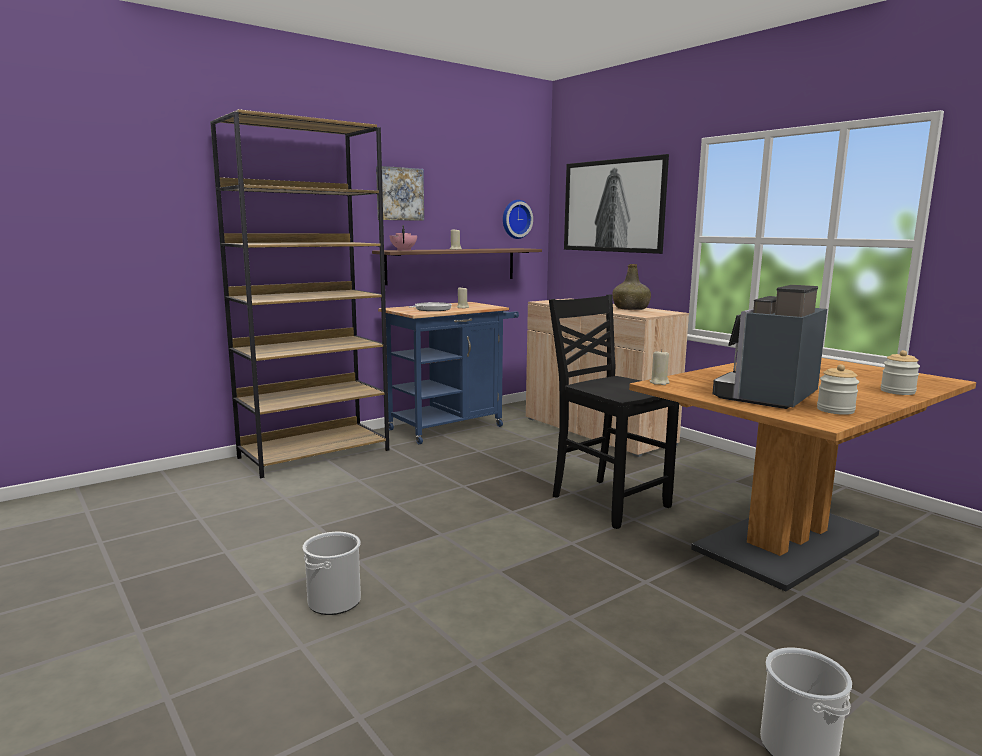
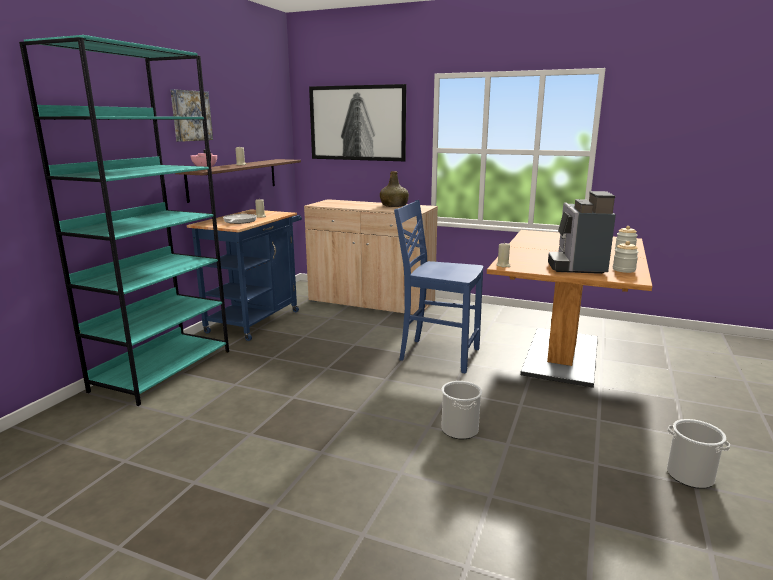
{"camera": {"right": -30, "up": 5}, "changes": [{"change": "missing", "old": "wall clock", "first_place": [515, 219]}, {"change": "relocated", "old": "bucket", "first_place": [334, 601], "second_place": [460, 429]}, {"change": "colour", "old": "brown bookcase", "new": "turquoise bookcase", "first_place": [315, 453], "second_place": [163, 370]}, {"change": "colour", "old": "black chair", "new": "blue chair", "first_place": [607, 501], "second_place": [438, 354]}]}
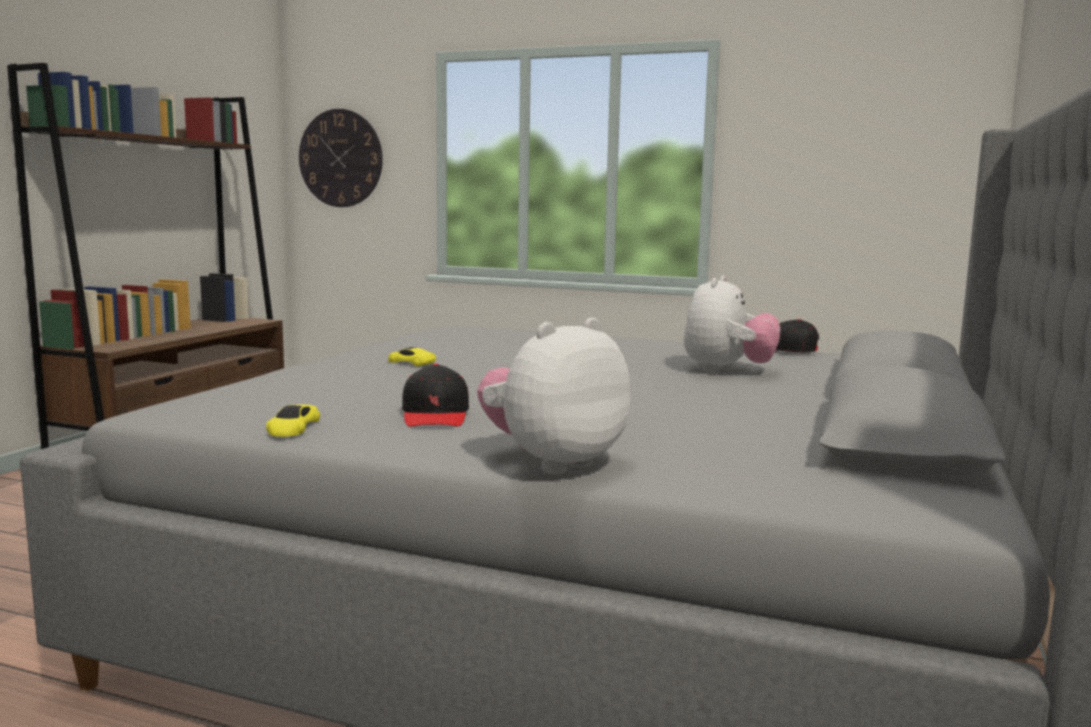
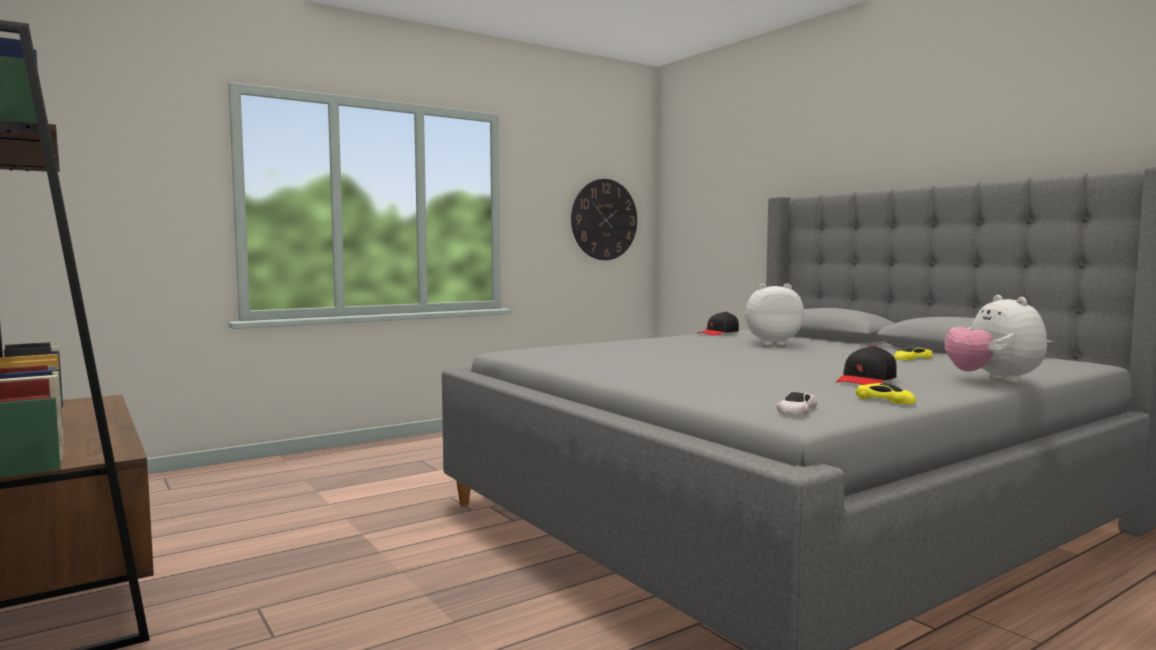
{"camera": {"right": -55, "up": -5}, "changes": [{"change": "appeared", "new": "white toy car", "second_place": [796, 410]}, {"change": "relocated", "old": "wall clock", "first_place": [340, 158], "second_place": [604, 219]}, {"change": "relocated", "old": "yellow toy car", "first_place": [411, 362], "second_place": [912, 358]}, {"change": "spun", "old": "black cap", "first_place": [435, 415], "second_place": [866, 380], "degrees": 105}, {"change": "spun", "old": "plush toy", "first_place": [727, 371], "second_place": [771, 343], "degrees": -60}]}
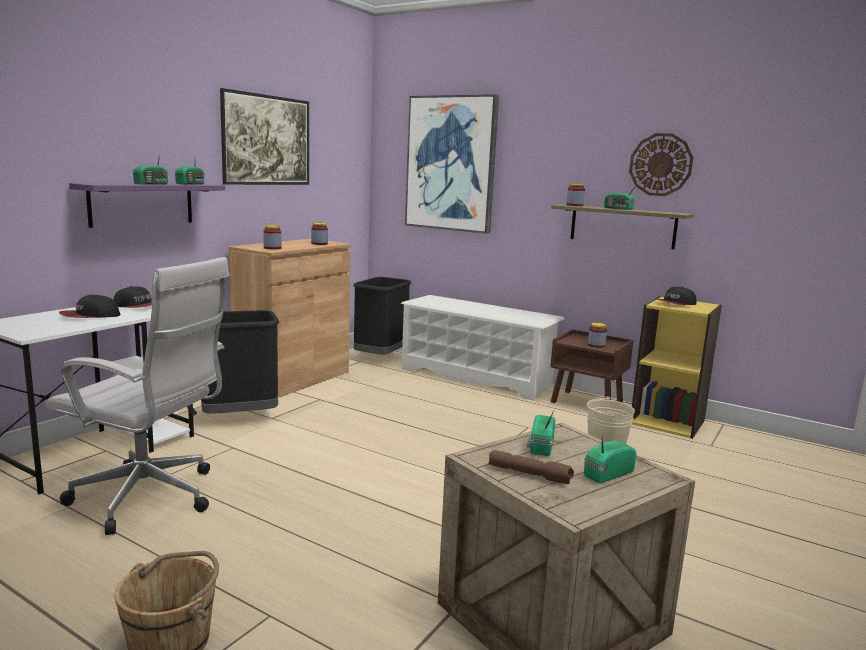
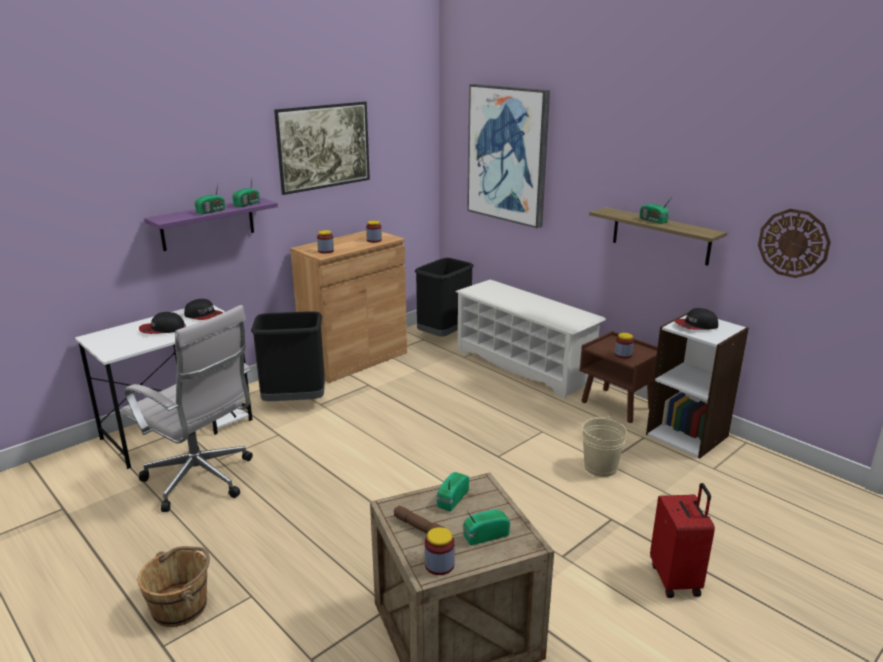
{"camera": {"right": 15, "up": 10}, "changes": [{"change": "appeared", "new": "red suitcase", "second_place": [676, 579]}, {"change": "relocated", "old": "jar", "first_place": [574, 205], "second_place": [439, 565]}, {"change": "relocated", "old": "wall clock", "first_place": [660, 164], "second_place": [793, 243]}, {"change": "colour", "old": "yellow bookcase", "new": "white bookcase", "first_place": [668, 422], "second_place": [687, 435]}]}
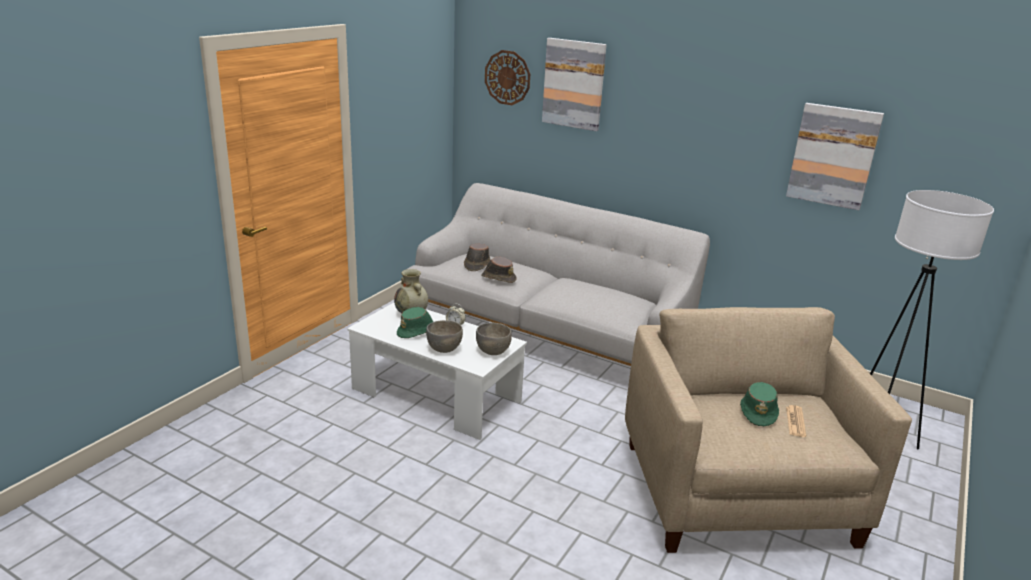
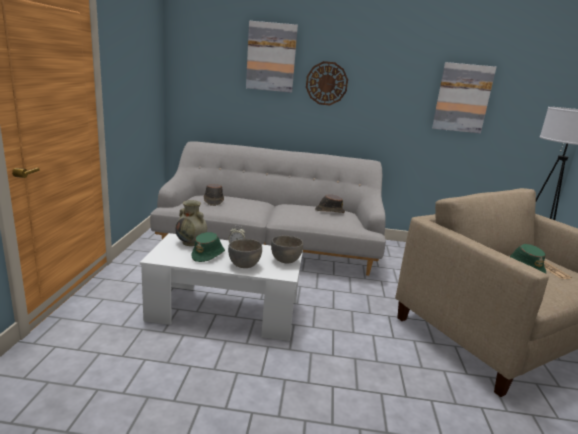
{"camera": {"right": -25, "up": -5}, "changes": [{"change": "relocated", "old": "brown hat", "first_place": [498, 278], "second_place": [329, 211]}, {"change": "relocated", "old": "wall clock", "first_place": [507, 77], "second_place": [326, 83]}]}
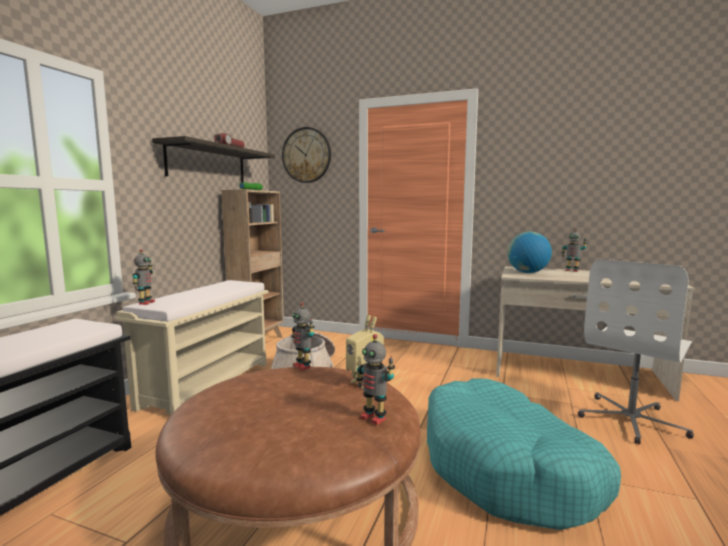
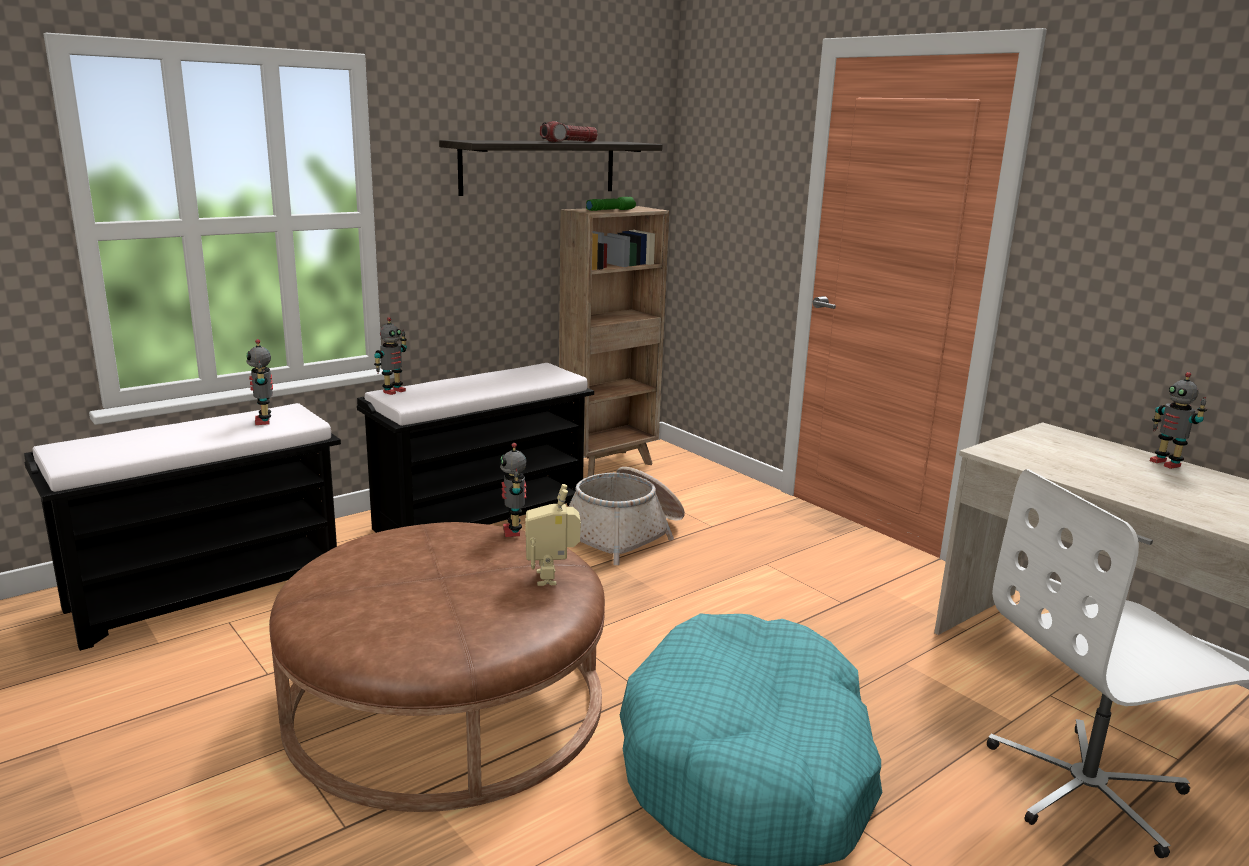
{"camera": {"right": 30, "up": 10}, "changes": [{"change": "missing", "old": "wall clock", "first_place": [306, 155]}, {"change": "missing", "old": "globe", "first_place": [527, 272]}, {"change": "relocated", "old": "toy robot", "first_place": [374, 418], "second_place": [264, 421]}, {"change": "colour", "old": "beige bench", "new": "black bench", "first_place": [207, 384], "second_place": [483, 517]}]}
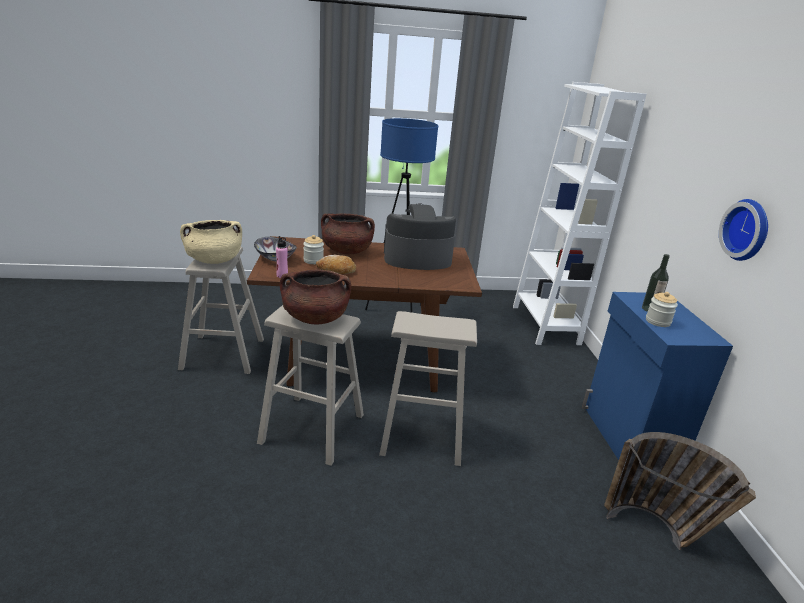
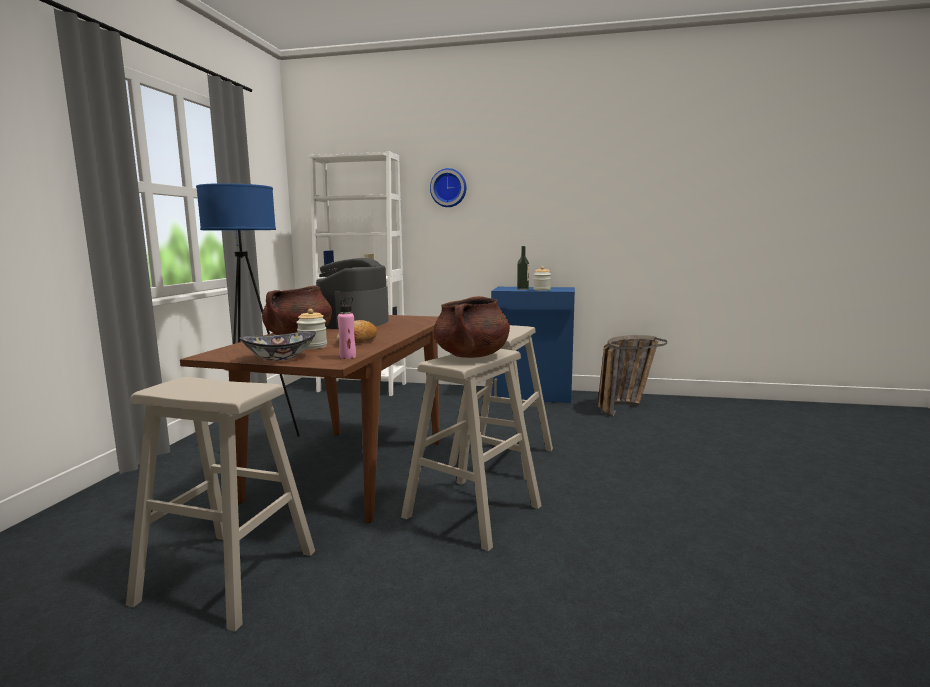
{"camera": {"right": -70, "up": -15}, "changes": [{"change": "missing", "old": "beige cooking pot", "first_place": [214, 260]}, {"change": "relocated", "old": "wall clock", "first_place": [748, 230], "second_place": [448, 188]}]}
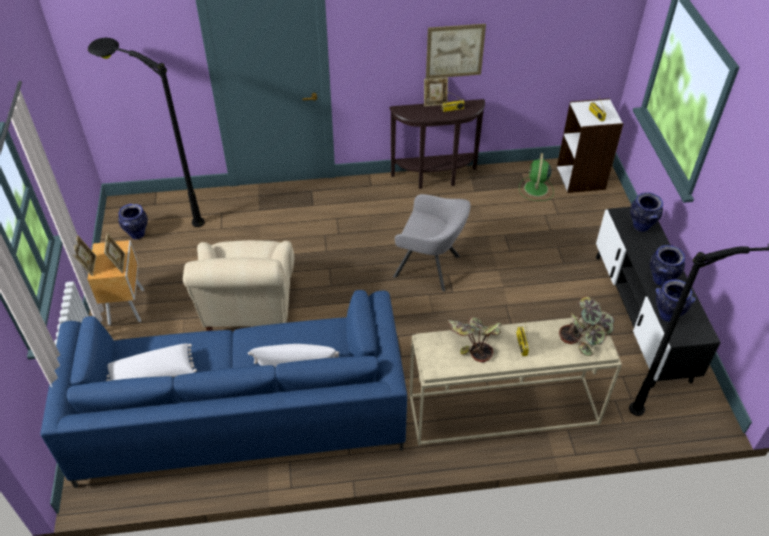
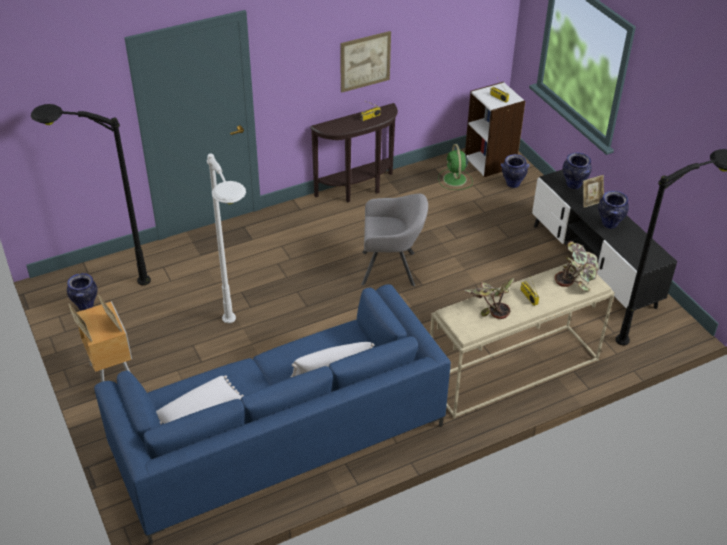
{"camera": {"right": -20, "up": -5}, "changes": [{"change": "relocated", "old": "picture frame", "first_place": [435, 103], "second_place": [591, 202]}, {"change": "relocated", "old": "vase", "first_place": [667, 315], "second_place": [512, 184]}, {"change": "exchanged", "old": "beige armchair", "new": "white floor lamp", "first_place": [250, 312], "second_place": [240, 348]}]}
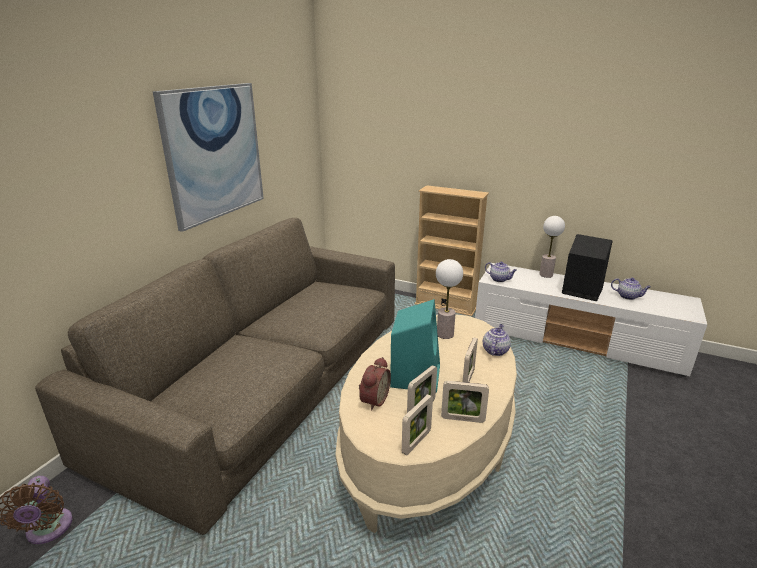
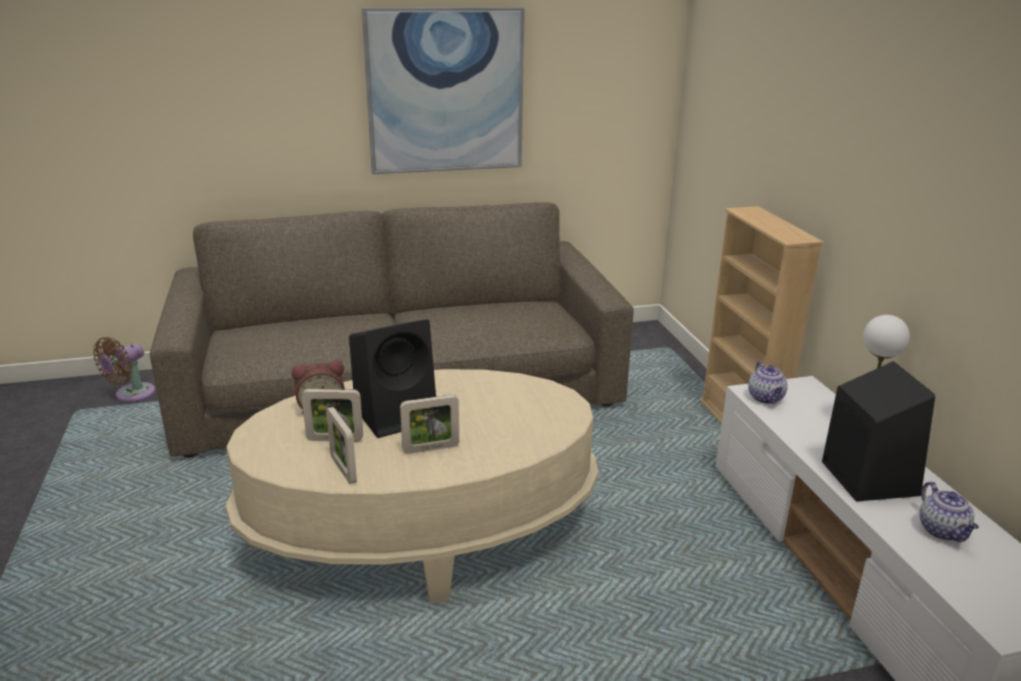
{"camera": {"right": 50, "up": 0}, "changes": [{"change": "missing", "old": "picture frame", "first_place": [416, 442]}, {"change": "missing", "old": "table lamp", "first_place": [444, 334]}, {"change": "missing", "old": "teapot", "first_place": [495, 350]}, {"change": "colour", "old": "turquoise speaker", "new": "black speaker", "first_place": [415, 375], "second_place": [397, 414]}]}
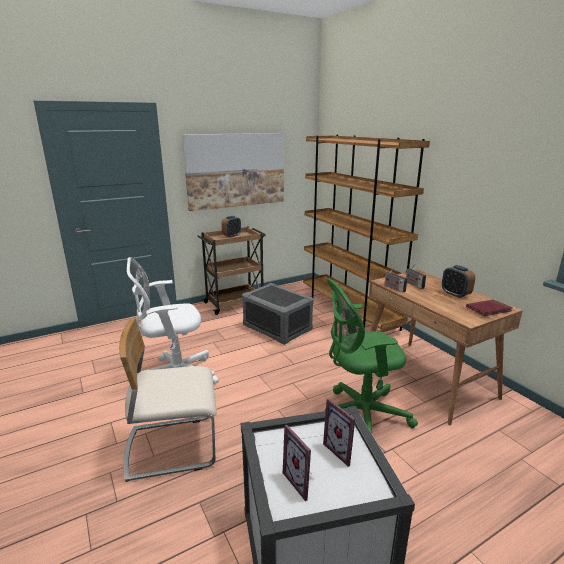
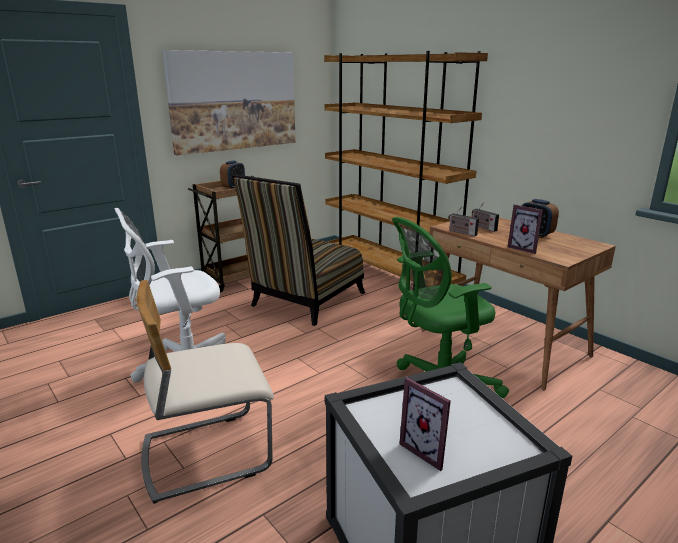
{"camera": {"right": -10, "up": 0}, "changes": [{"change": "missing", "old": "red book", "first_place": [488, 309]}, {"change": "relocated", "old": "picture frame", "first_place": [343, 450], "second_place": [525, 248]}, {"change": "exchanged", "old": "grey storage box", "new": "chair", "first_place": [276, 327], "second_place": [304, 301]}]}
